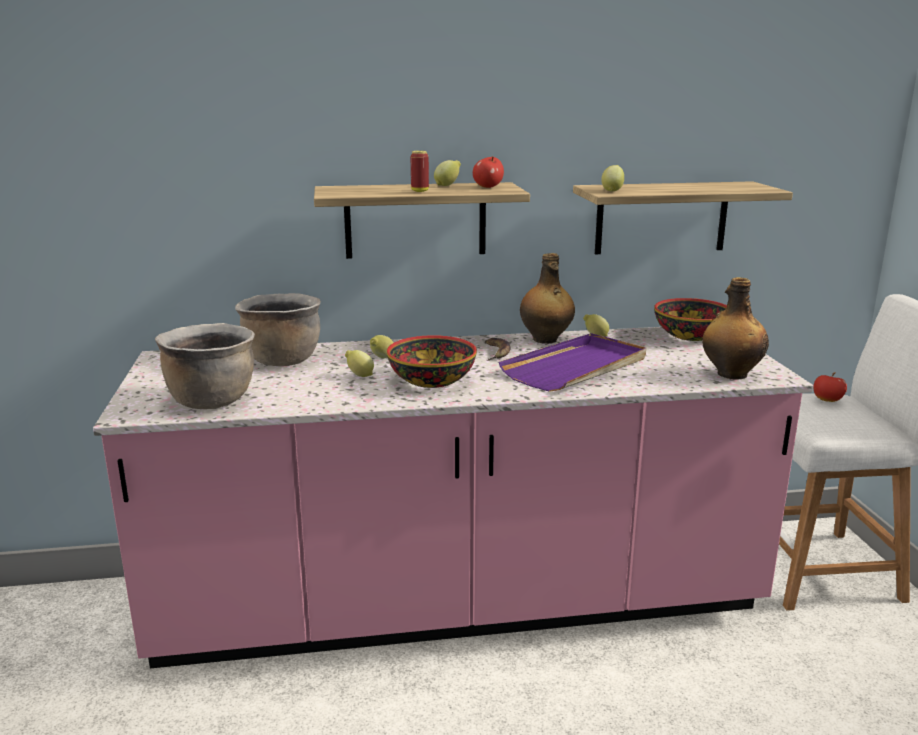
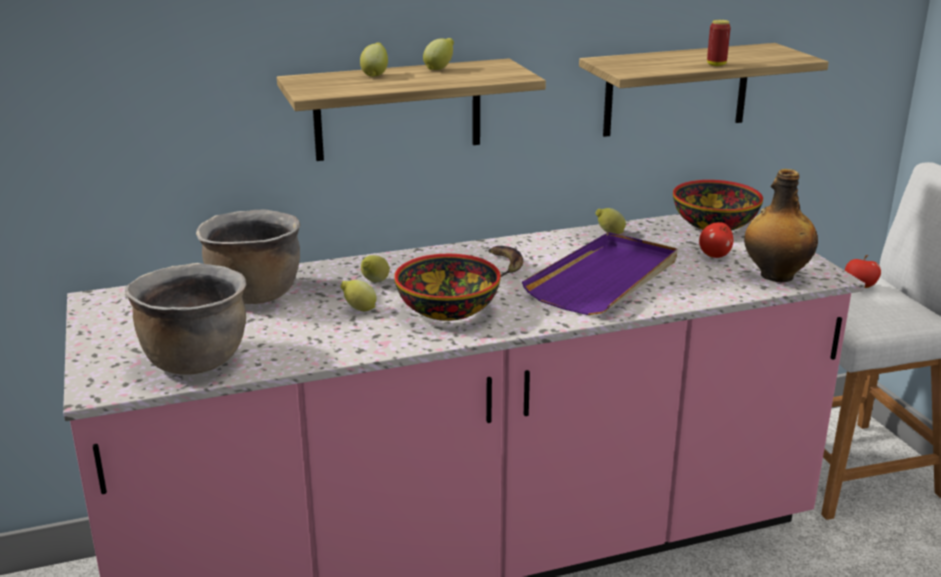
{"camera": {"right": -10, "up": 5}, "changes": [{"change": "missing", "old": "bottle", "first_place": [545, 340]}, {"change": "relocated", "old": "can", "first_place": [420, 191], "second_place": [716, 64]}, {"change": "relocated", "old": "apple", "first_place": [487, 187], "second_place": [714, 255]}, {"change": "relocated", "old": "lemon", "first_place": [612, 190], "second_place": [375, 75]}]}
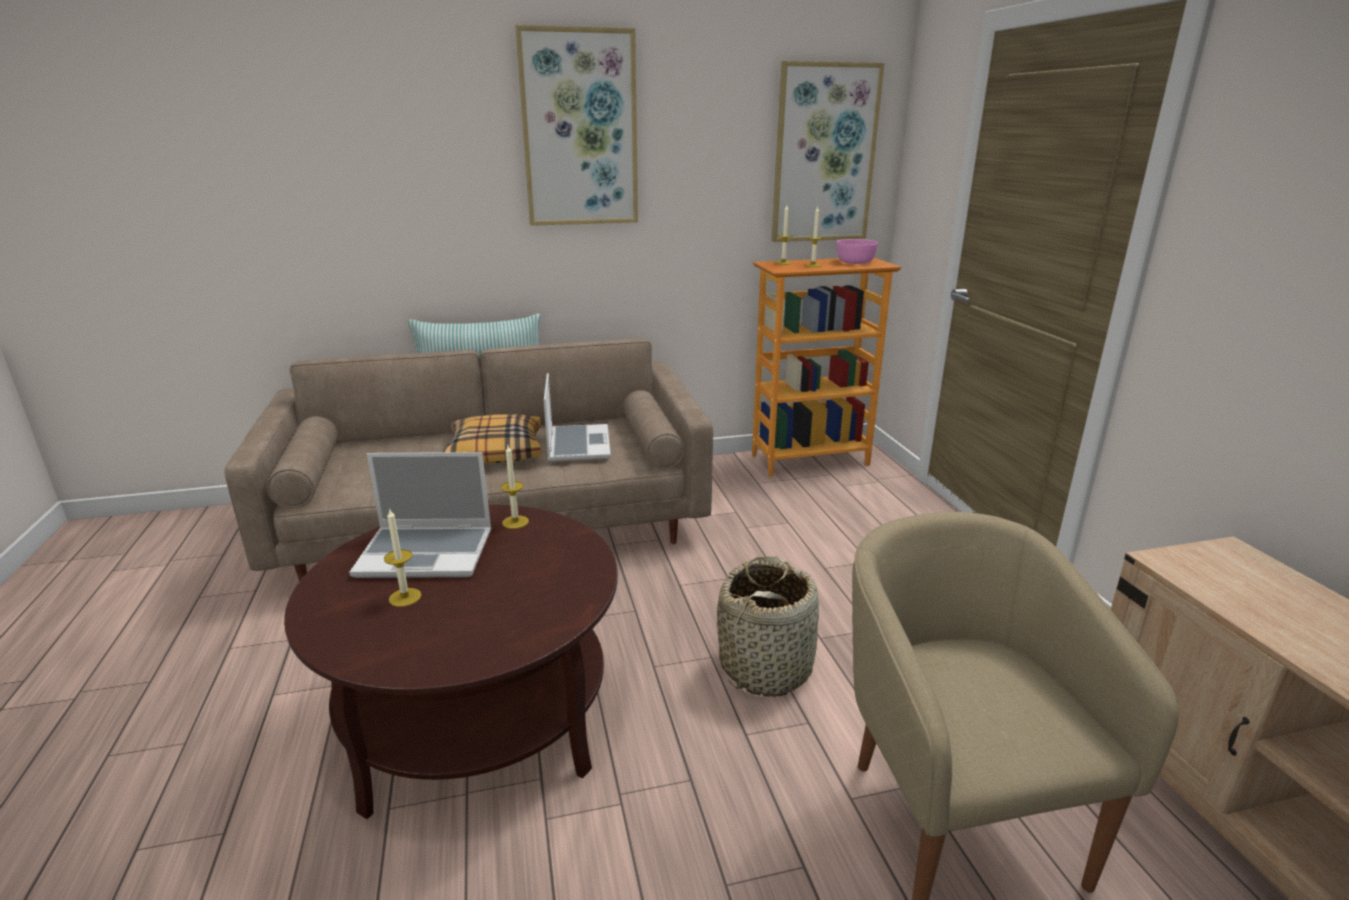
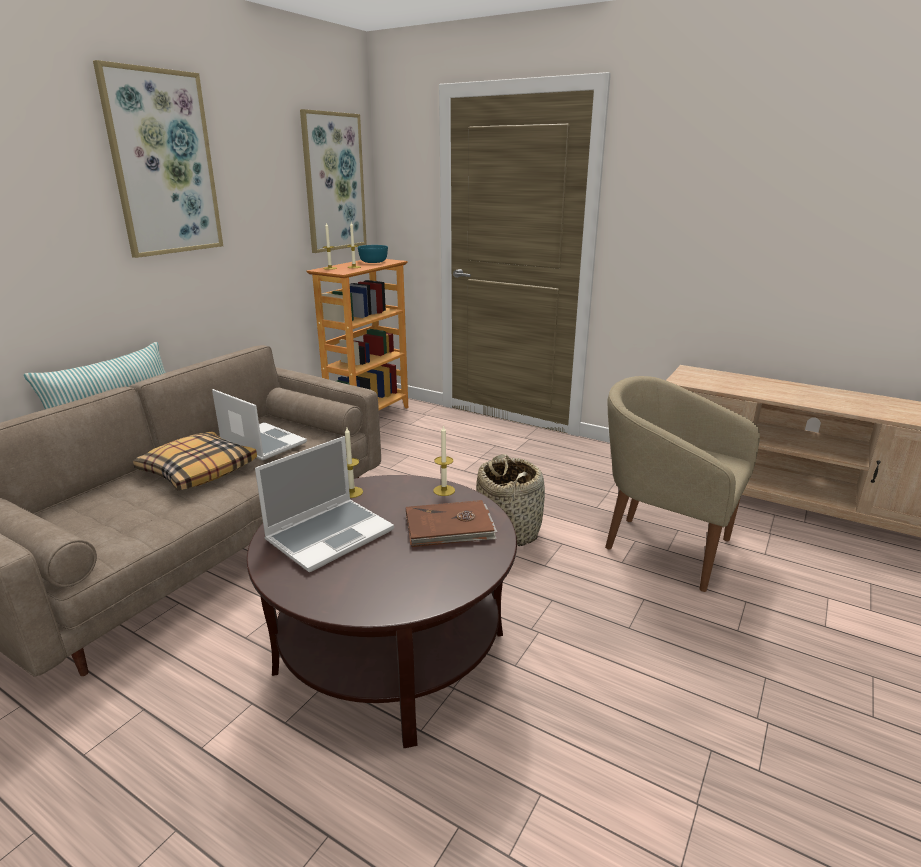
{"camera": {"right": -45, "up": 0}, "changes": [{"change": "appeared", "new": "brown book", "second_place": [450, 528]}, {"change": "relocated", "old": "candle", "first_place": [405, 597], "second_place": [444, 490]}, {"change": "colour", "old": "pink bowl", "new": "turquoise bowl", "first_place": [855, 262], "second_place": [373, 261]}]}
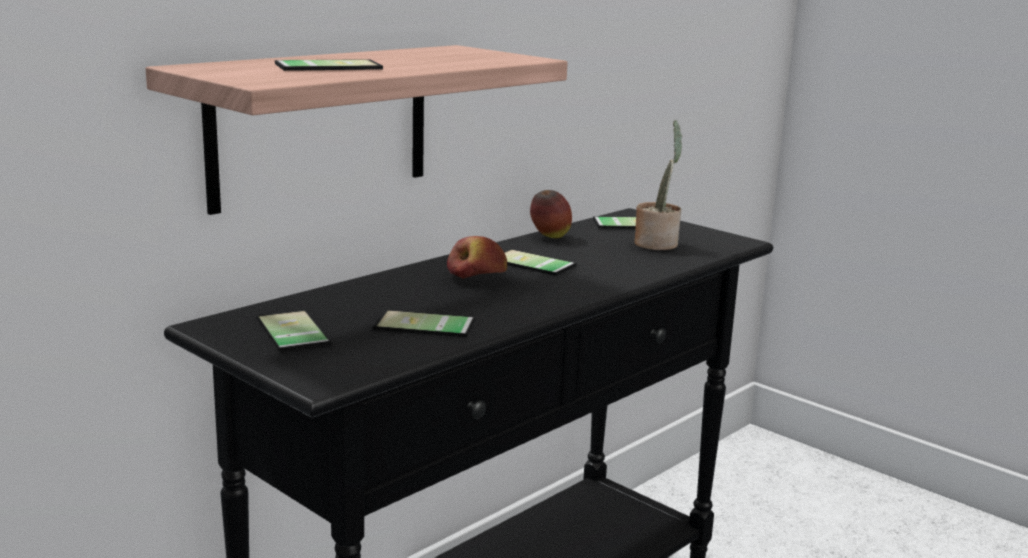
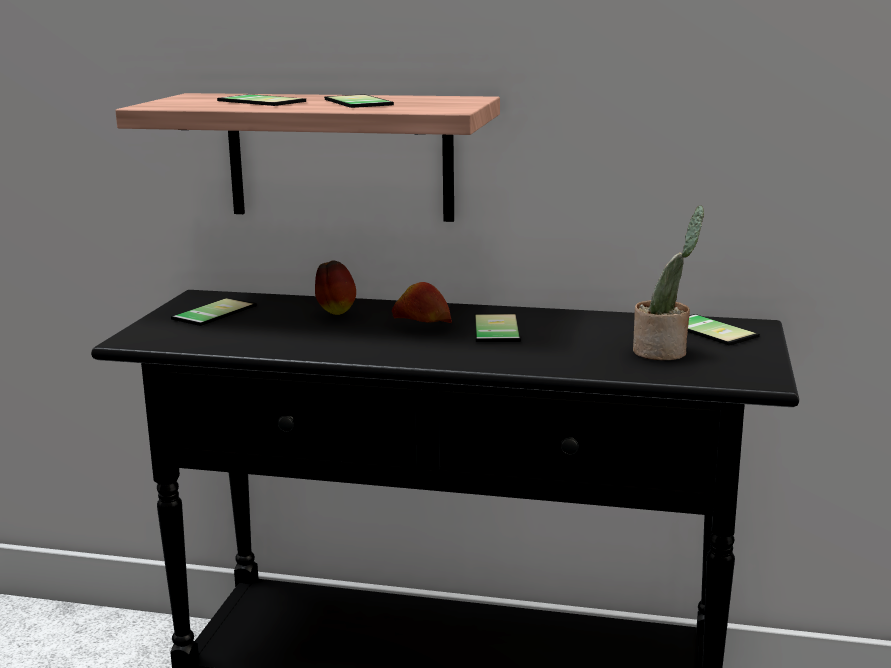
{"camera": {"right": 60, "up": 0}, "changes": [{"change": "relocated", "old": "phone", "first_place": [423, 326], "second_place": [353, 102]}, {"change": "relocated", "old": "apple", "first_place": [550, 237], "second_place": [335, 312]}]}
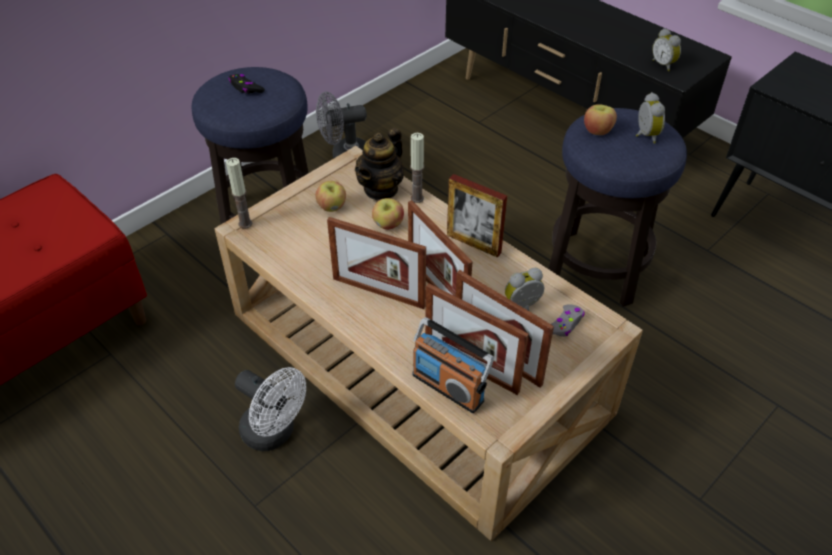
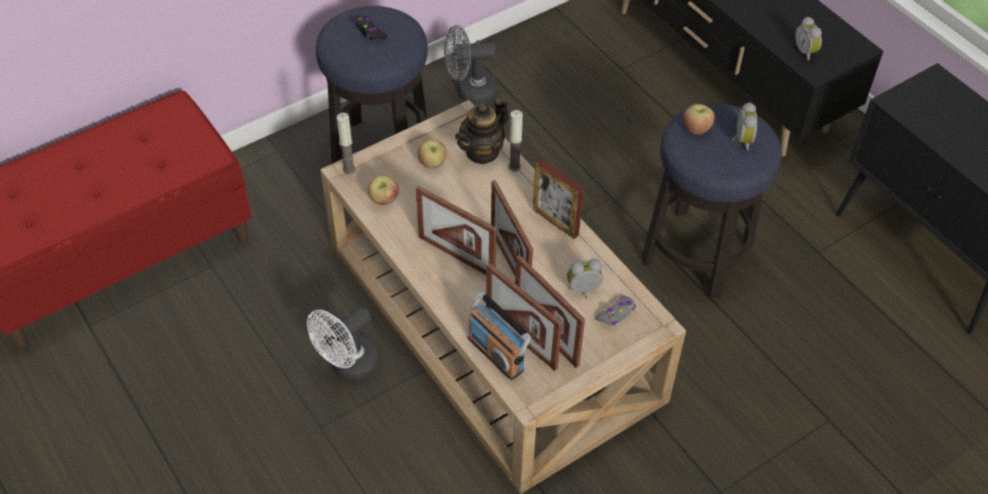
{"camera": {"right": 10, "up": 5}, "changes": [{"change": "relocated", "old": "apple", "first_place": [388, 225], "second_place": [384, 199]}, {"change": "spun", "old": "white fan", "first_place": [274, 433], "second_place": [349, 366], "degrees": 90}]}
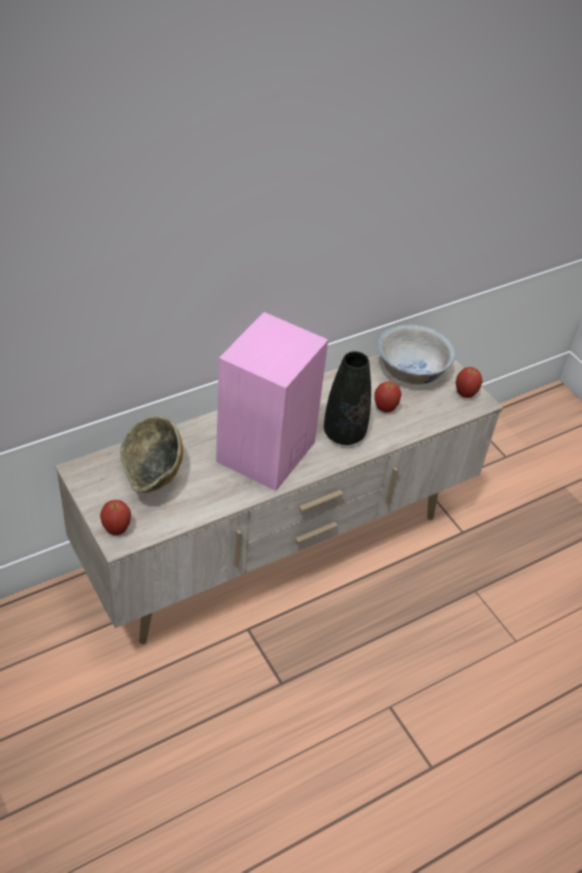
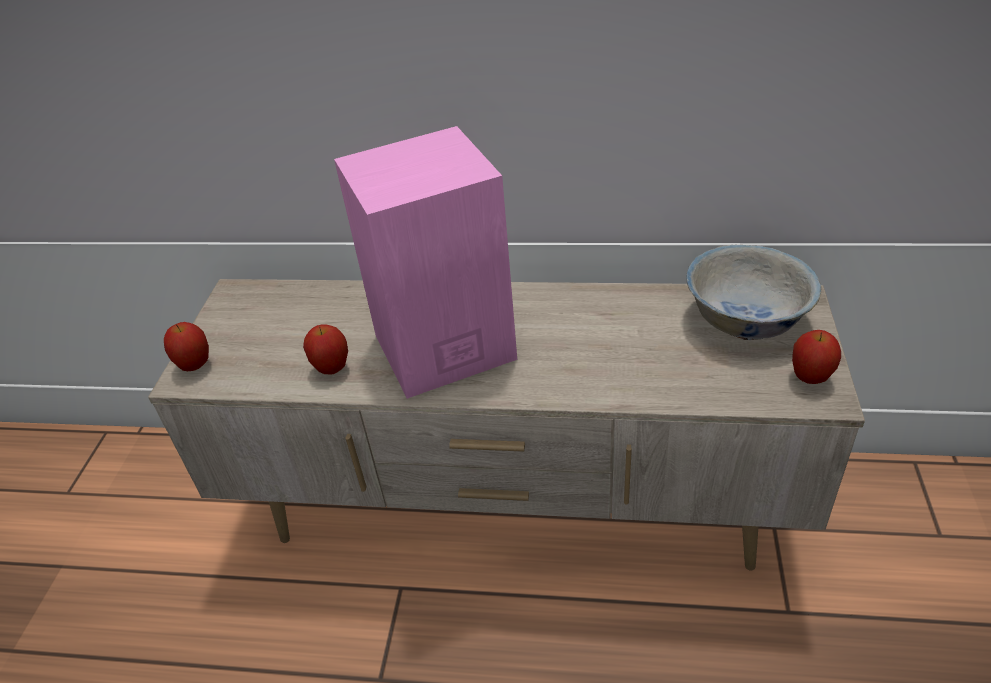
{"camera": {"right": 45, "up": -5}, "changes": [{"change": "missing", "old": "bowl", "first_place": [152, 478]}, {"change": "missing", "old": "black vase", "first_place": [344, 434]}, {"change": "relocated", "old": "apple", "first_place": [385, 409], "second_place": [332, 369]}]}
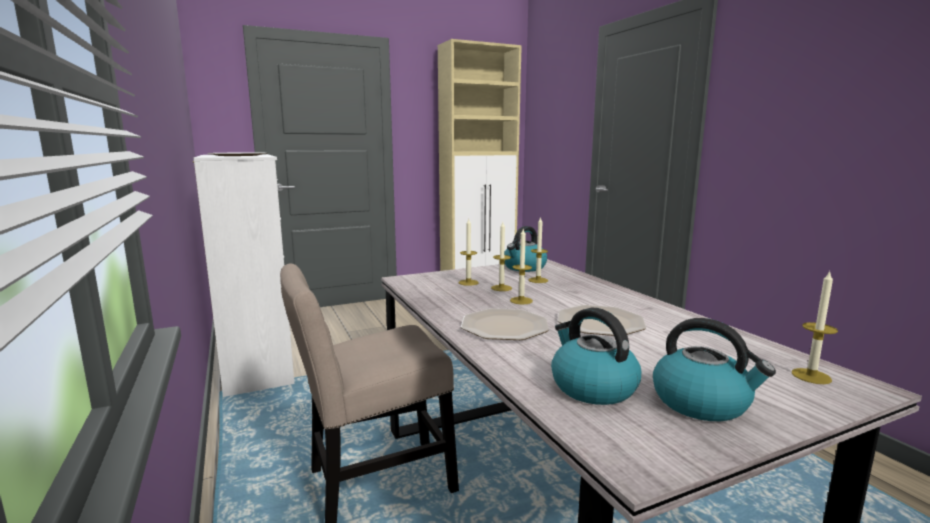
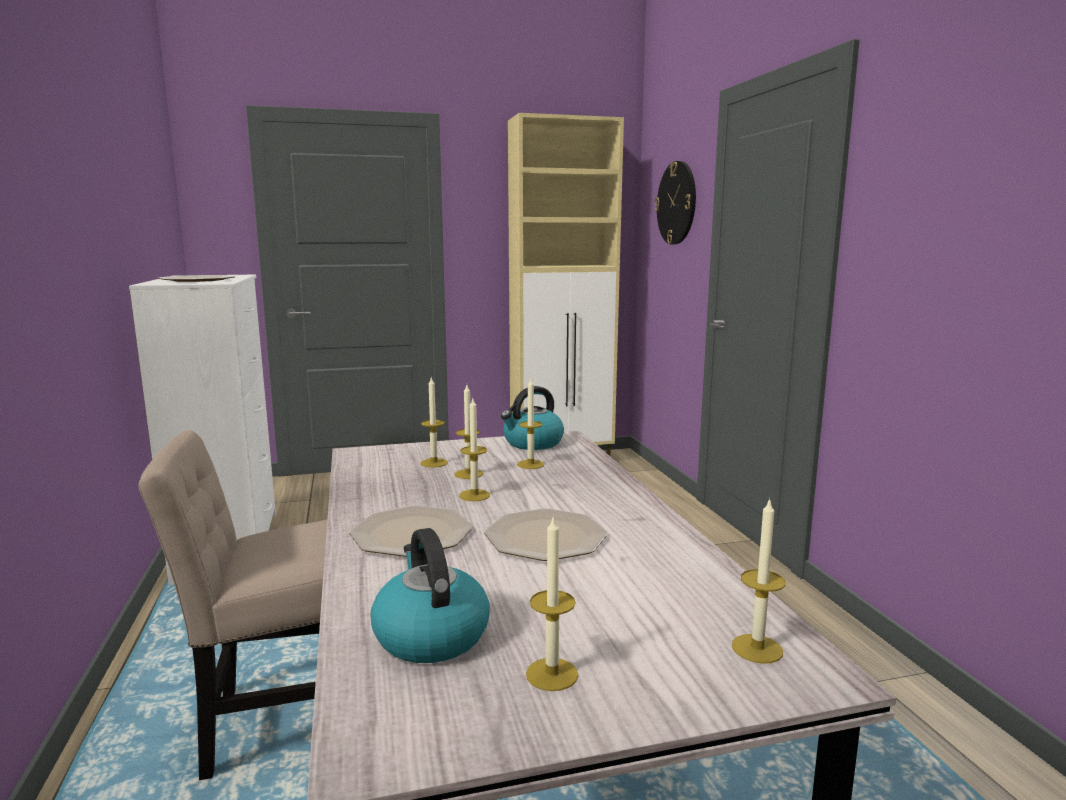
{"camera": {"right": 10, "up": 0}, "changes": [{"change": "appeared", "new": "wall clock", "second_place": [676, 203]}, {"change": "exchanged", "old": "kettle", "new": "candle", "first_place": [702, 403], "second_place": [552, 674]}]}
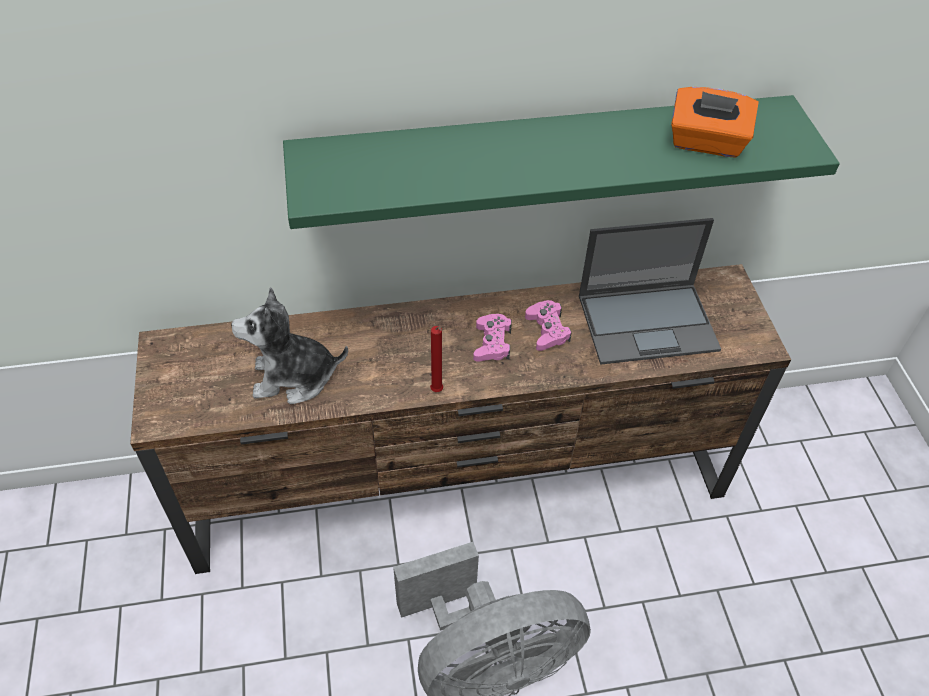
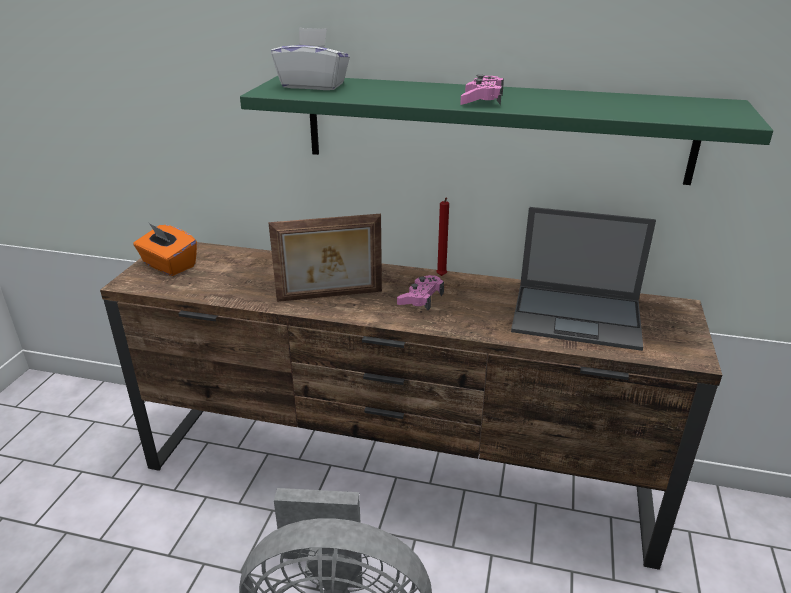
{"camera": {"right": 25, "up": -20}, "changes": [{"change": "missing", "old": "plush toy", "first_place": [293, 377]}, {"change": "appeared", "new": "picture frame", "second_place": [330, 297]}, {"change": "appeared", "new": "white tissue box", "second_place": [313, 85]}, {"change": "relocated", "old": "red candle", "first_place": [437, 392], "second_place": [441, 276]}, {"change": "relocated", "old": "pink game controller", "first_place": [547, 330], "second_place": [482, 99]}, {"change": "relocated", "old": "orange tissue box", "first_place": [706, 143], "second_place": [168, 265]}]}
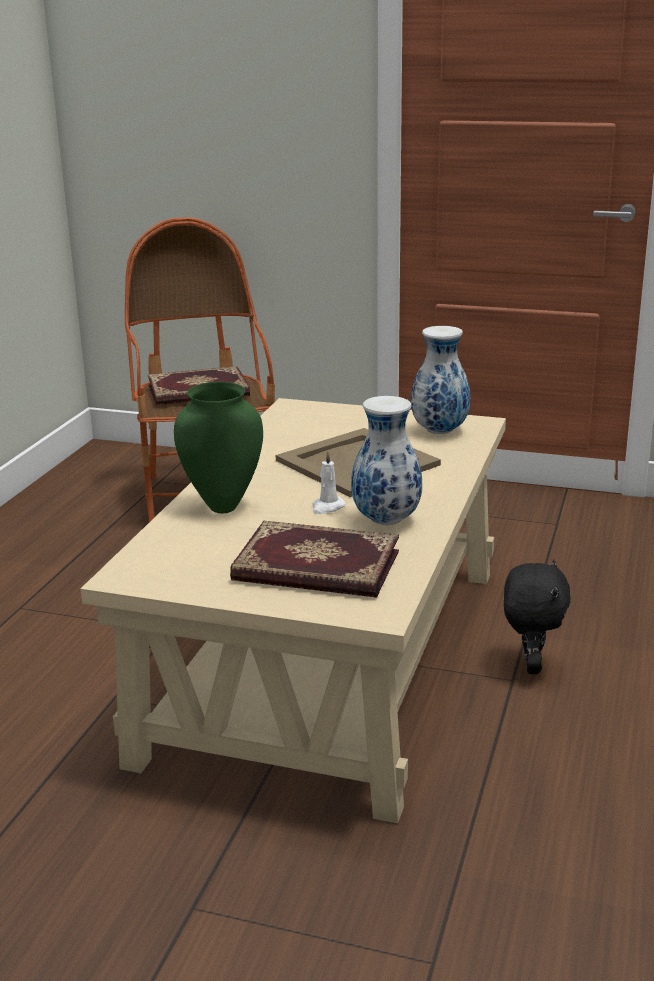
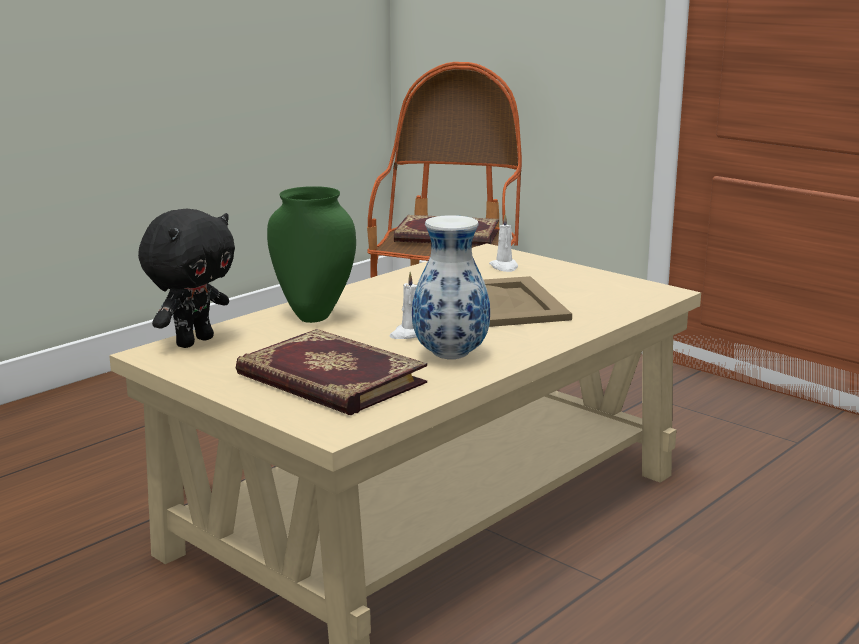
{"camera": {"right": 25, "up": -5}, "changes": [{"change": "missing", "old": "vase", "first_place": [439, 430]}, {"change": "appeared", "new": "white candle", "second_place": [504, 267]}, {"change": "relocated", "old": "black plush toy", "first_place": [530, 665], "second_place": [193, 341]}]}
